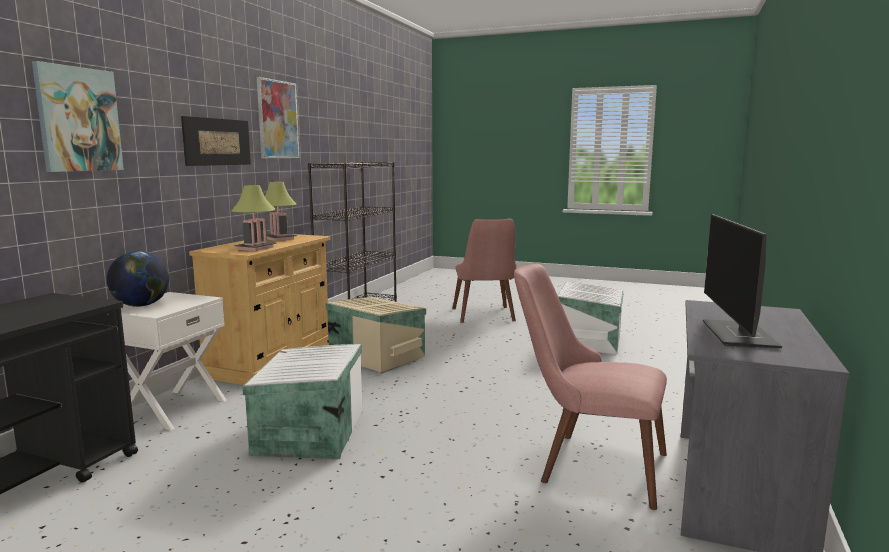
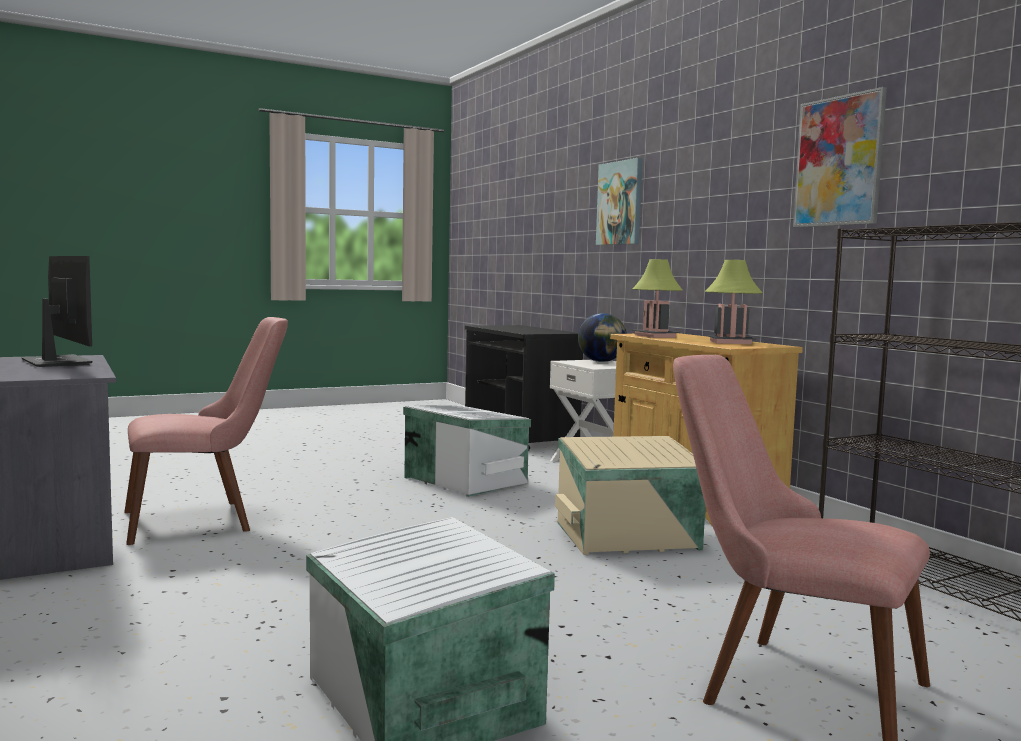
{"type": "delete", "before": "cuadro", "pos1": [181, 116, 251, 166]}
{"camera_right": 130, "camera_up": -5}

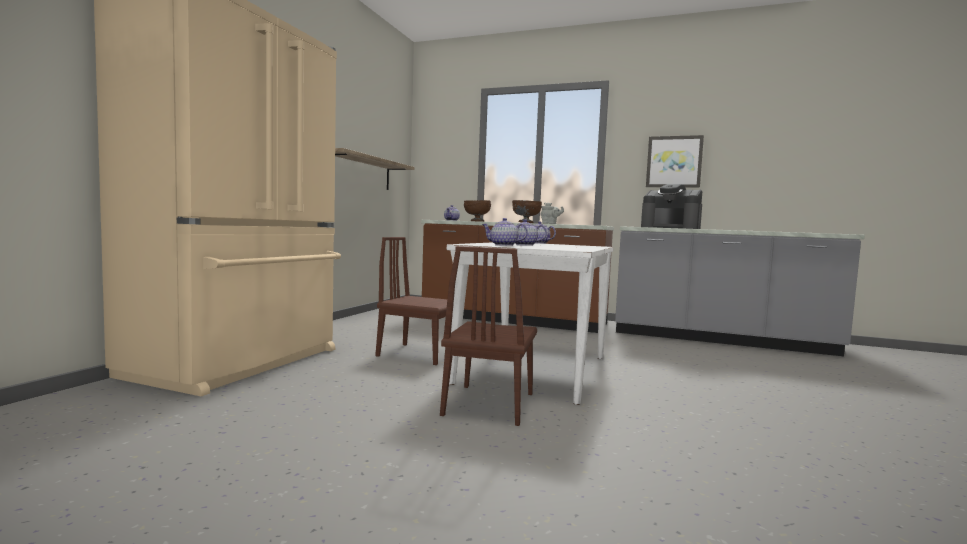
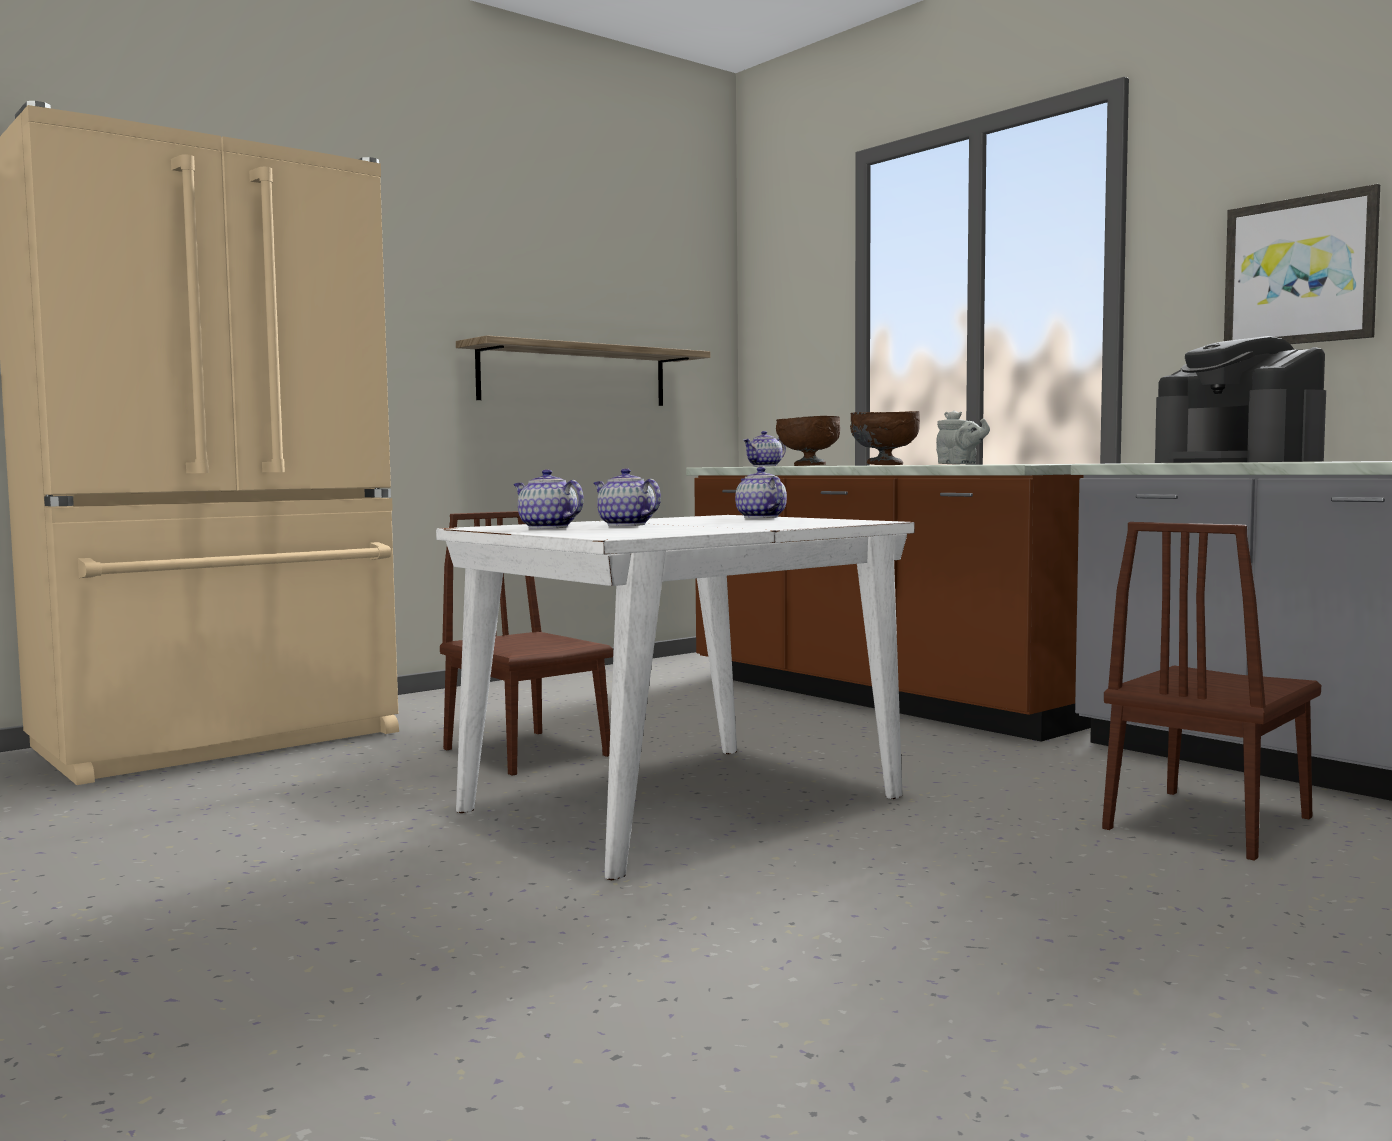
{"type": "move", "before": "silla/marrón", "pos1": [440, 246, 537, 426], "pos2": [1102, 522, 1321, 861]}
{"camera_right": 30, "camera_up": 0}

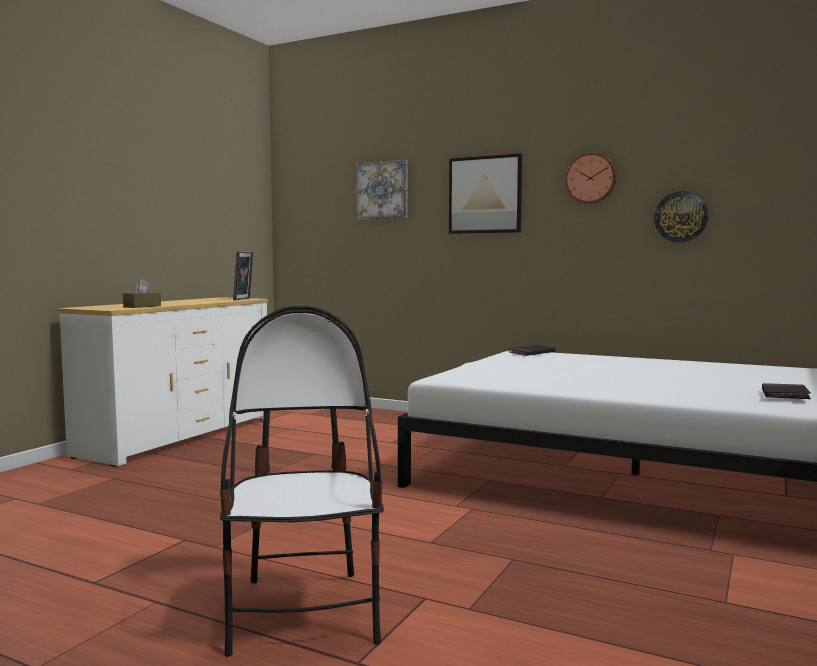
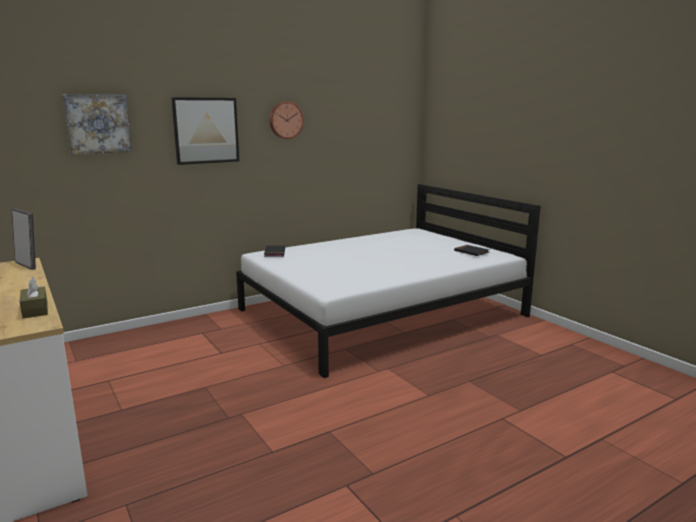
{"type": "delete", "before": "silla", "pos1": [220, 306, 384, 657]}
{"type": "delete", "before": "reloj de pared", "pos1": [654, 191, 708, 242]}
{"camera_right": -60, "camera_up": 10}

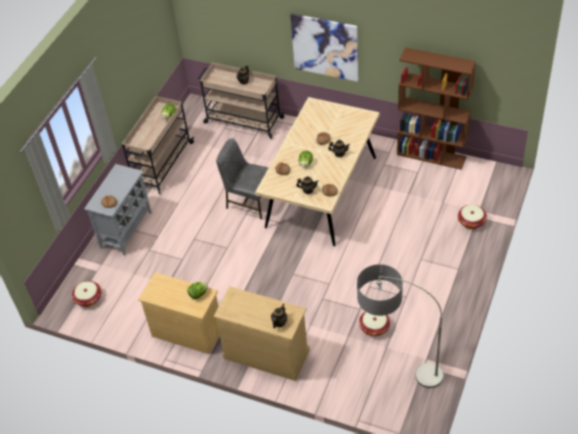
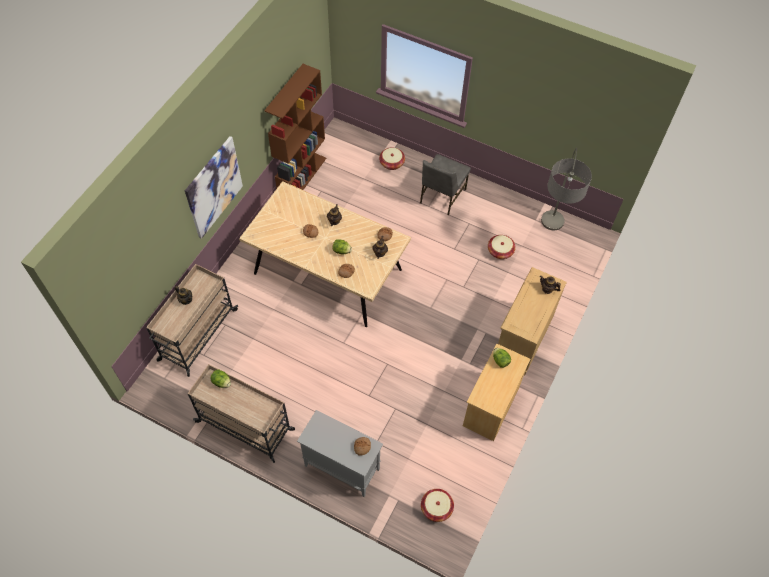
{"type": "move", "before": "silla/gris", "pos1": [216, 138, 268, 219], "pos2": [420, 154, 471, 216]}
{"camera_right": -90, "camera_up": 10}

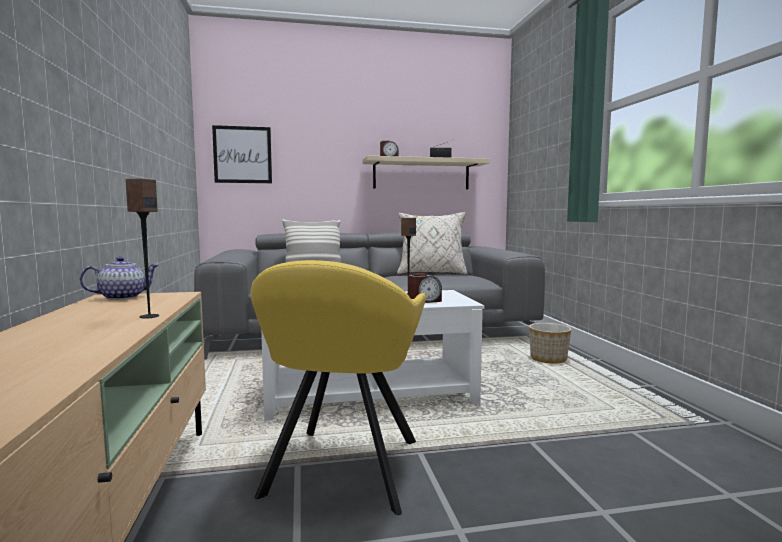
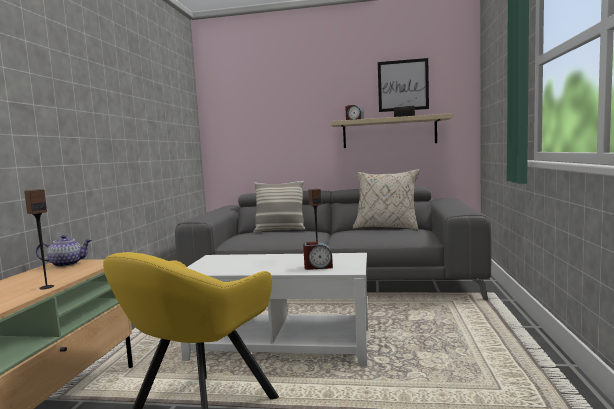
{"type": "move", "before": "cuadro", "pos1": [212, 125, 272, 183], "pos2": [378, 58, 429, 112]}
{"type": "delete", "before": "maceta", "pos1": [529, 323, 571, 364]}
{"camera_right": 20, "camera_up": 0}

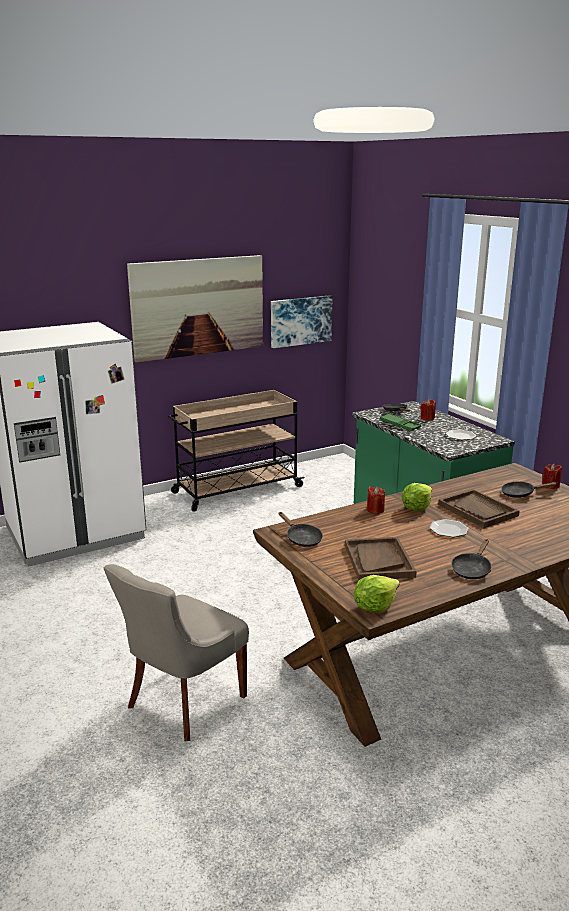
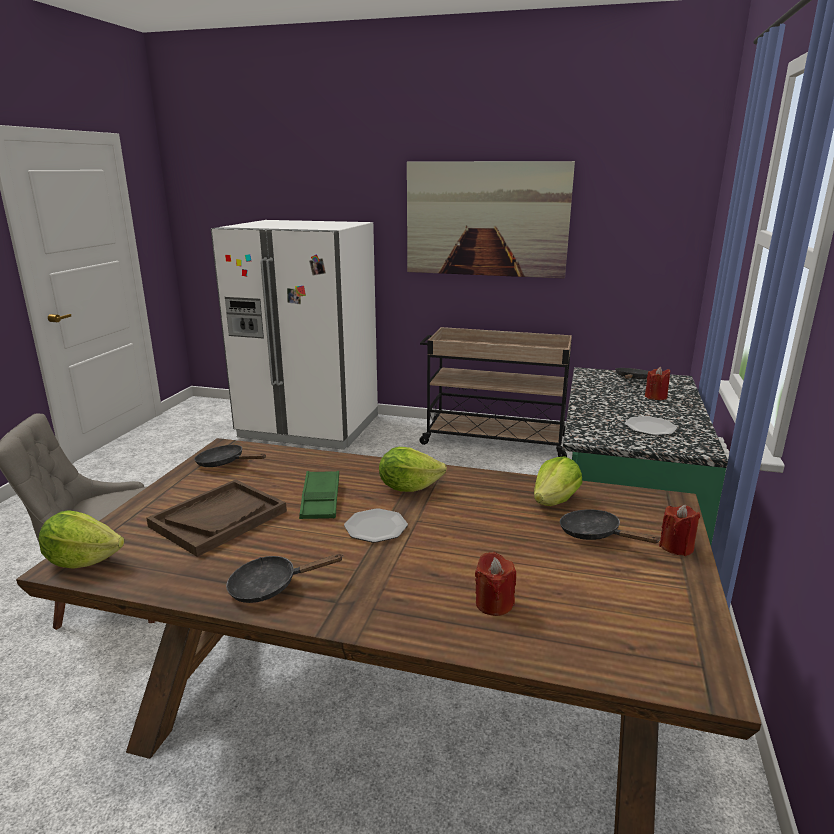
{"type": "delete", "before": "cuadro", "pos1": [271, 295, 333, 348]}
{"type": "rotate", "before": "sartén/negro", "pos1": [279, 512, 323, 547], "pos2": [194, 444, 266, 467], "turn": 105}
{"type": "move", "before": "vela/rojo", "pos1": [367, 486, 385, 514], "pos2": [475, 552, 516, 616]}
{"type": "move", "before": "bandeja/verde", "pos1": [380, 413, 421, 431], "pos2": [299, 471, 339, 519]}
{"type": "delete", "before": "bandeja/marrón", "pos1": [438, 489, 520, 528]}
{"type": "insert", "after": "lechuga", "pos2": [534, 456, 583, 506]}
{"camera_right": 45, "camera_up": 0}

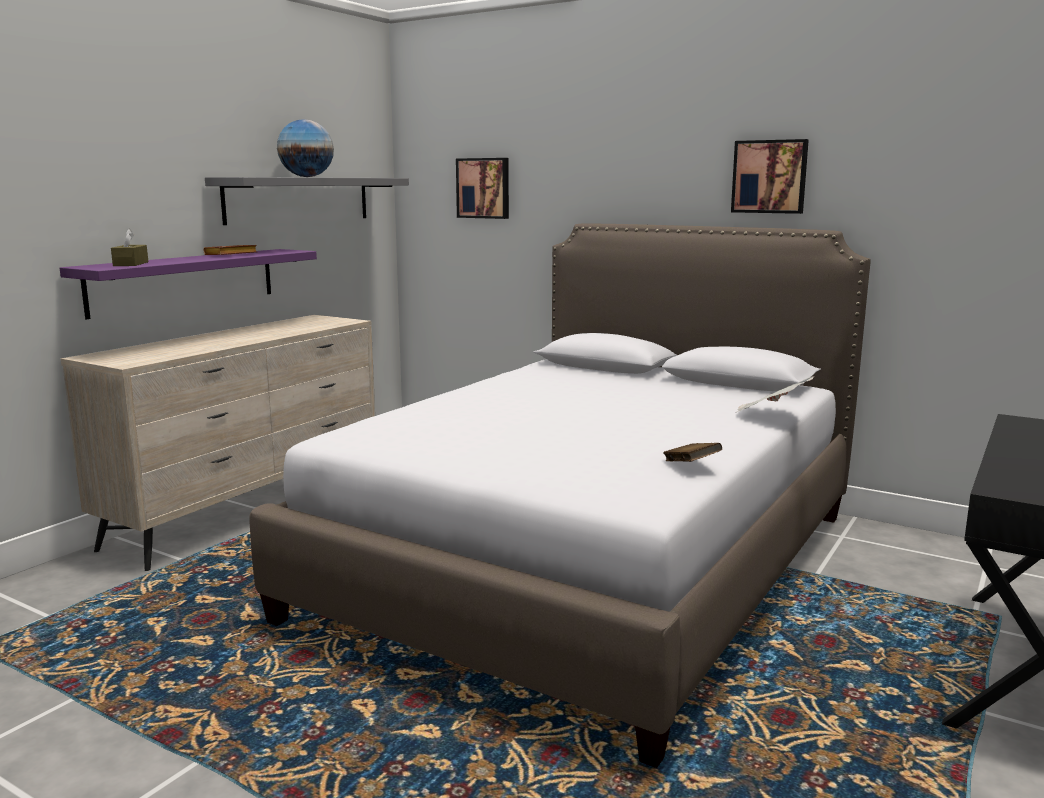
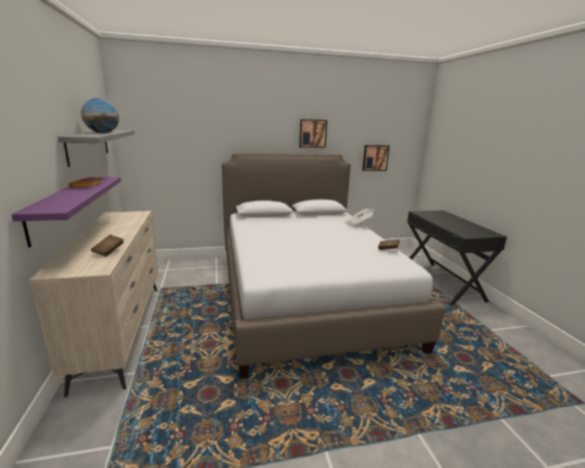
{"type": "delete", "before": "caja de pañuelos/marrón", "pos1": [111, 229, 148, 266]}
{"type": "move", "before": "cuadro", "pos1": [456, 158, 509, 219], "pos2": [362, 145, 390, 171]}
{"type": "insert", "after": "libro/marrón", "pos2": [91, 235, 124, 257]}
{"camera_right": -45, "camera_up": 5}

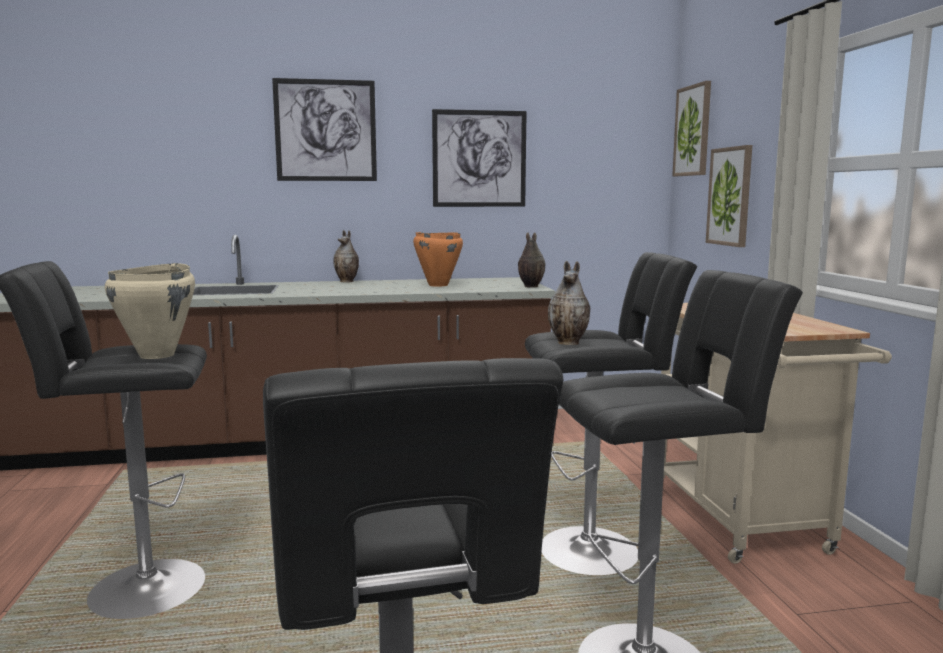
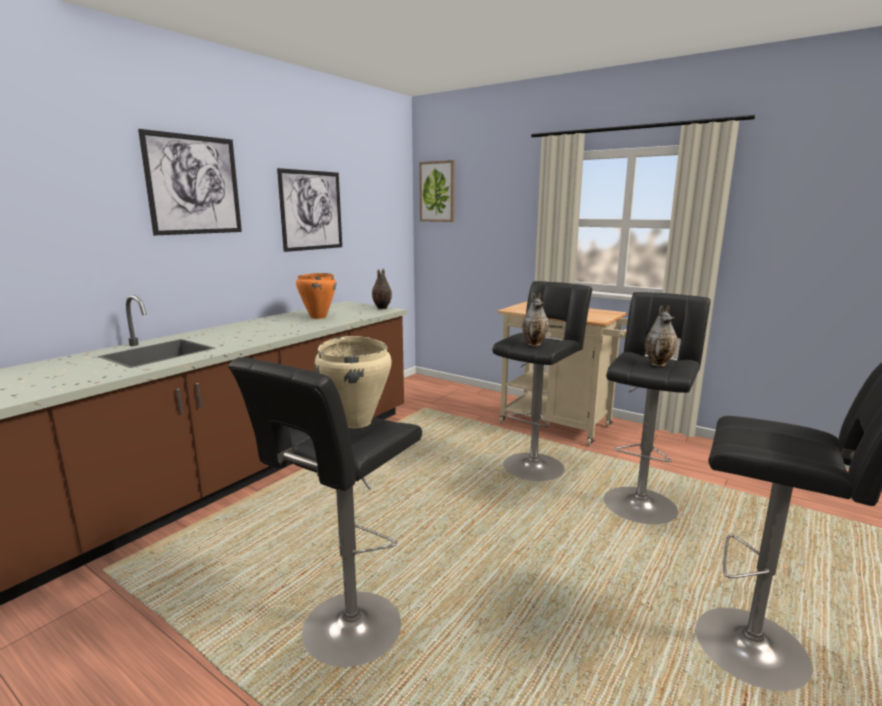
{"type": "move", "before": "florero", "pos1": [333, 230, 359, 282], "pos2": [645, 306, 677, 366]}
{"type": "delete", "before": "cuadro", "pos1": [706, 145, 752, 247]}
{"camera_right": -45, "camera_up": 5}

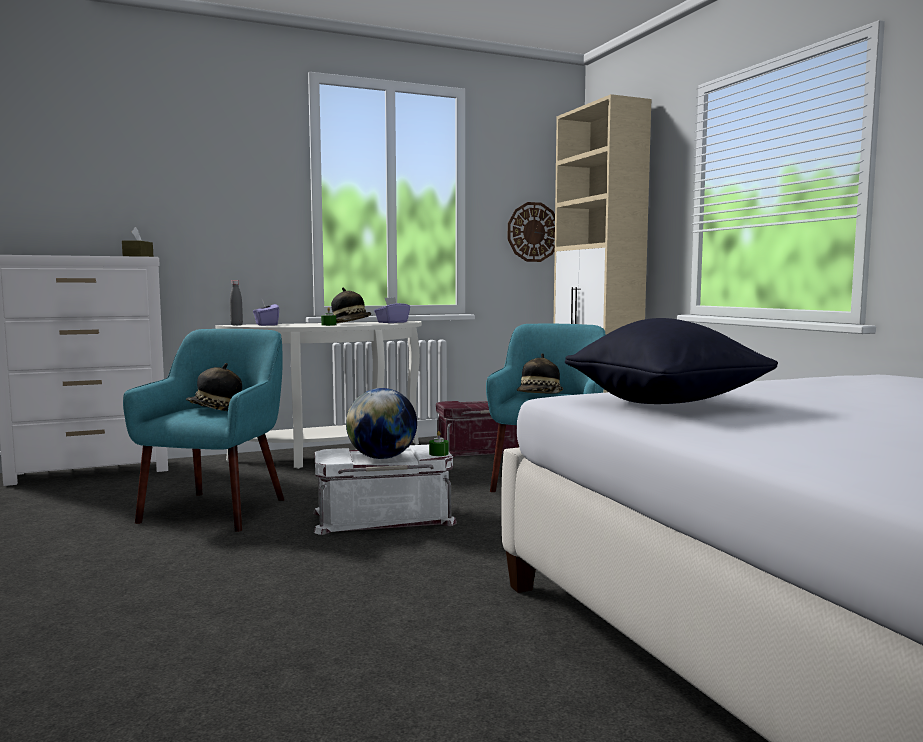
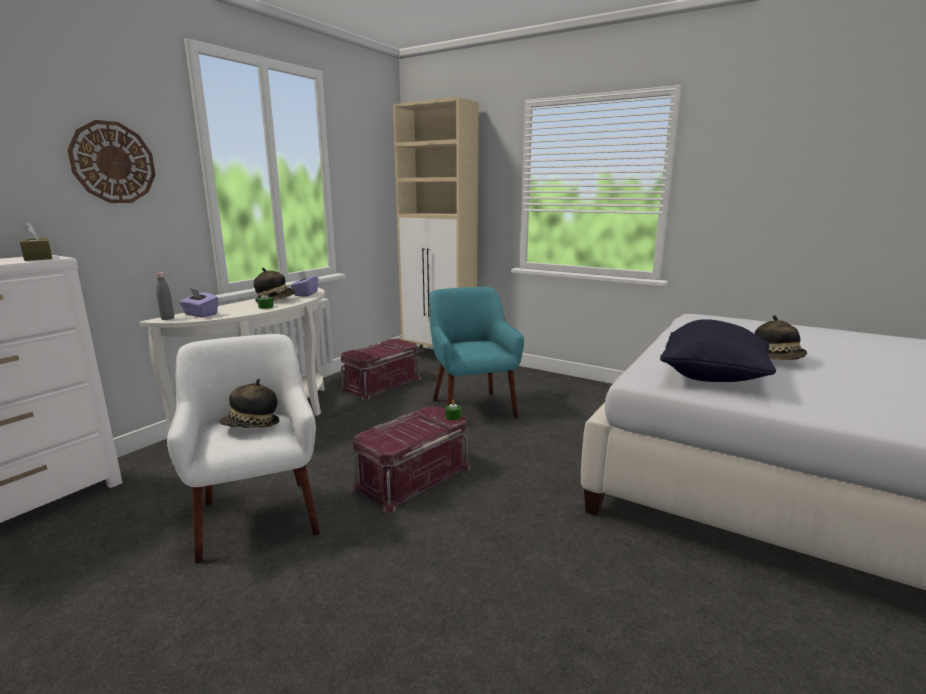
{"type": "recolor", "before": "sillón/turquesa", "after": "sillón/blanco", "pos1": [123, 329, 285, 532], "pos2": [167, 334, 320, 564]}
{"type": "recolor", "before": "caja de almacenaje/blanco", "after": "caja de almacenaje/rojo", "pos1": [313, 445, 457, 535], "pos2": [351, 406, 471, 512]}
{"type": "delete", "before": "globo terráqueo", "pos1": [346, 388, 417, 459]}
{"type": "move", "before": "reloj de pared", "pos1": [508, 202, 555, 262], "pos2": [67, 120, 156, 203]}
{"type": "move", "before": "sombrero", "pos1": [517, 353, 563, 393], "pos2": [754, 315, 807, 360]}
{"camera_right": -35, "camera_up": 10}

